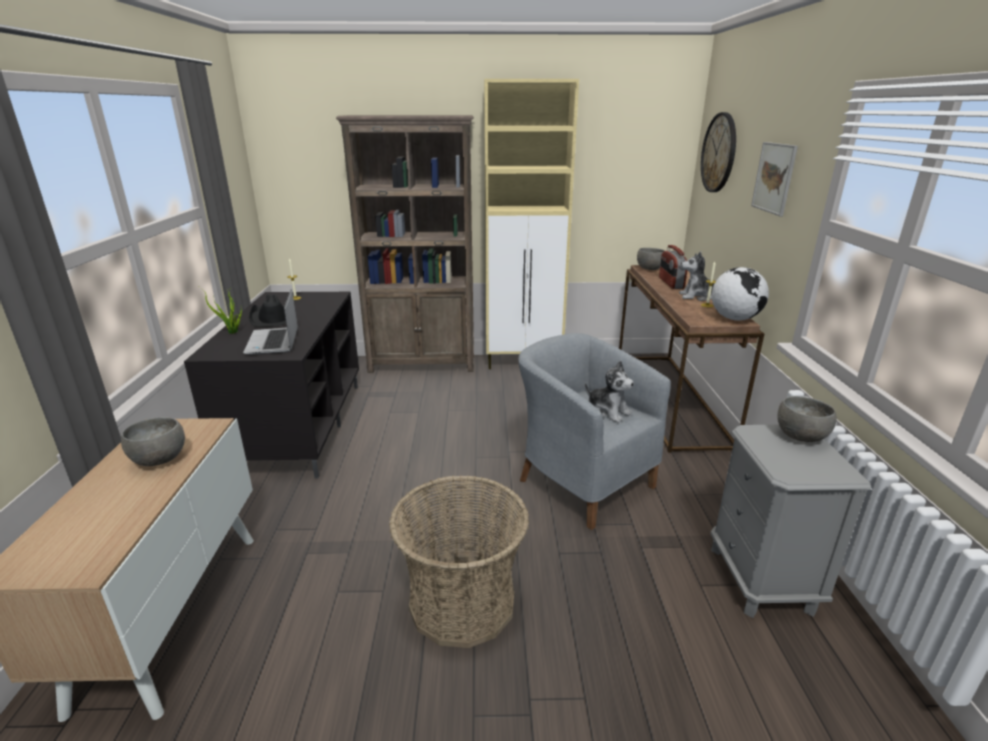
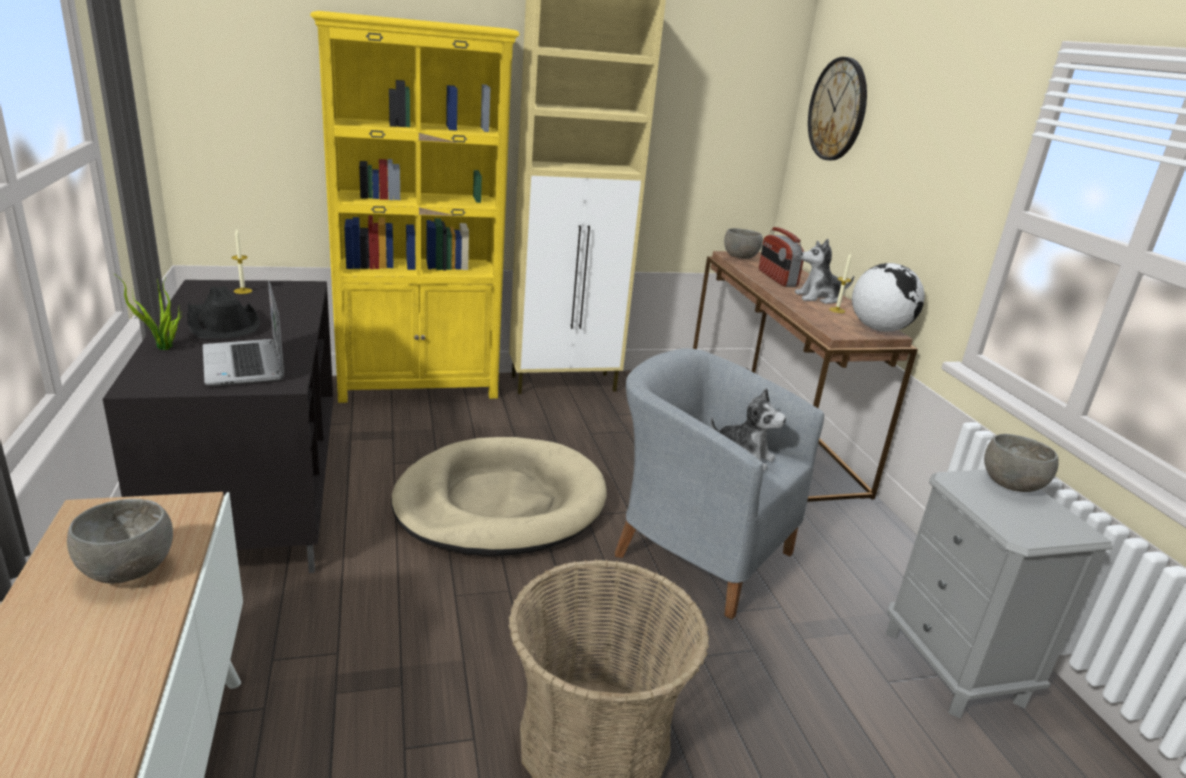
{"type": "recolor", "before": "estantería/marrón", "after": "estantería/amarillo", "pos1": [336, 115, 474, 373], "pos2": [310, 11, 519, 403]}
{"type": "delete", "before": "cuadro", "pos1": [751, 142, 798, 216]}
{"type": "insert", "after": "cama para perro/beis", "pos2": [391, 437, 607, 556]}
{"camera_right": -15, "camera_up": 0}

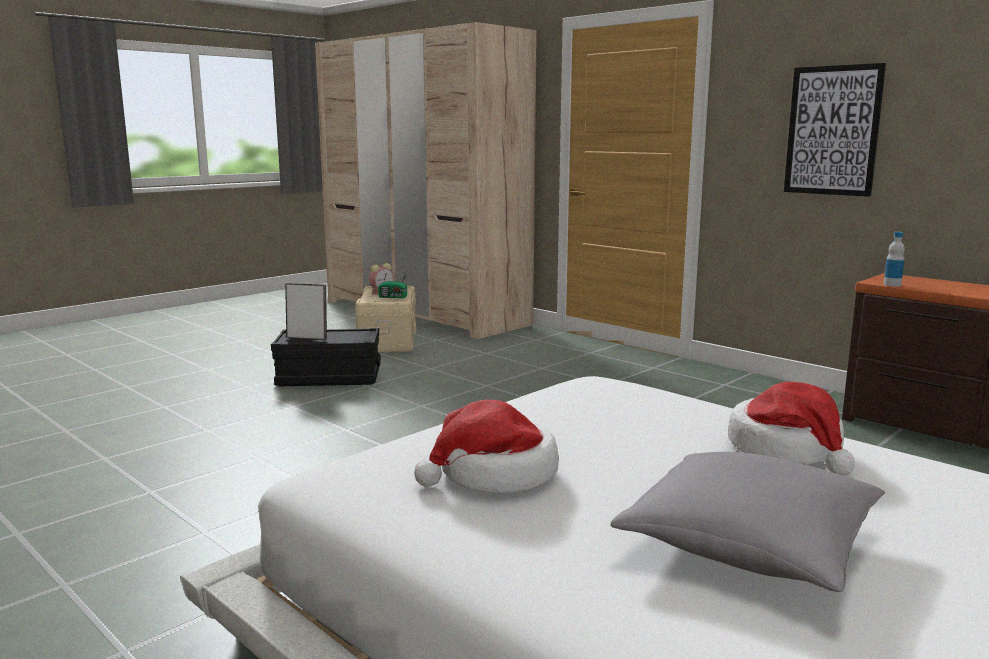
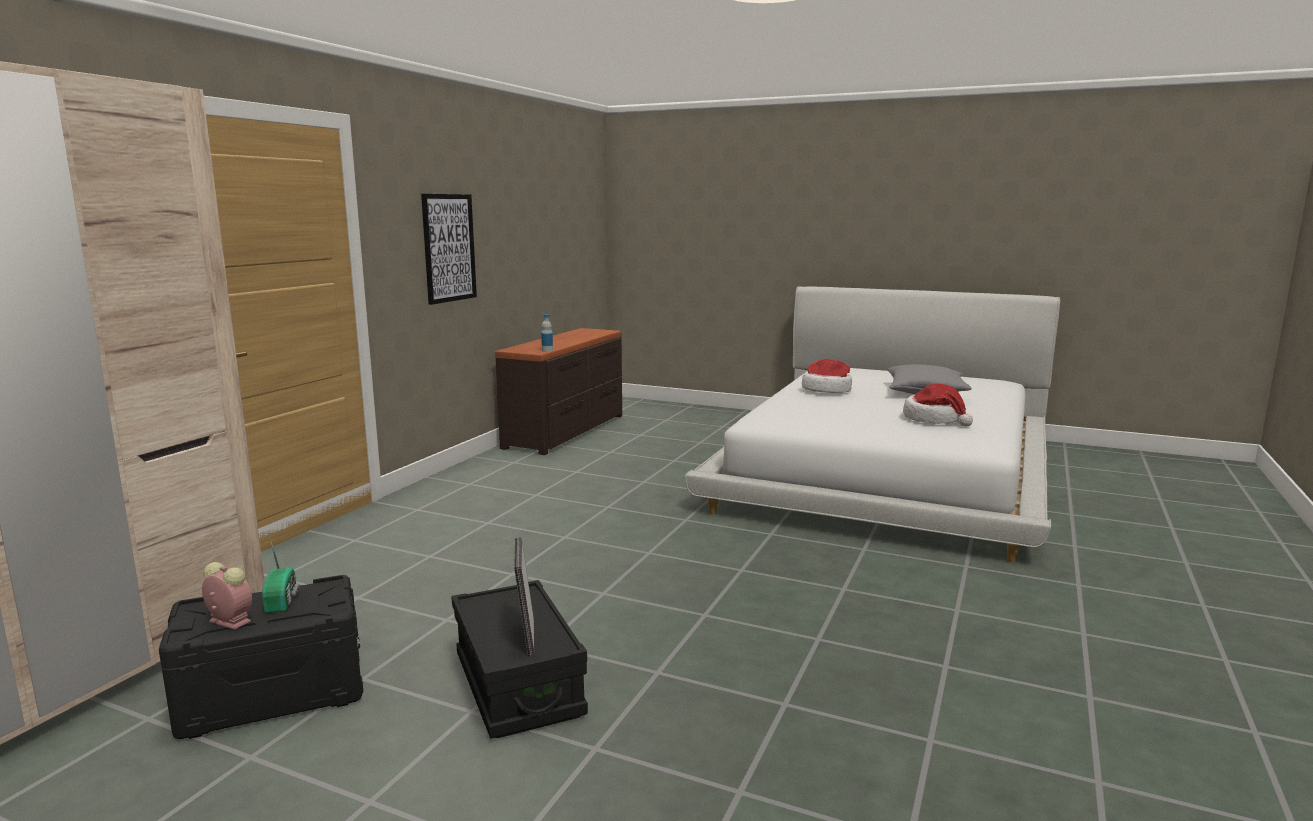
{"type": "recolor", "before": "caja de almacenaje/beis", "after": "caja de almacenaje/negro", "pos1": [355, 286, 416, 352], "pos2": [159, 575, 363, 739]}
{"camera_right": -110, "camera_up": 0}

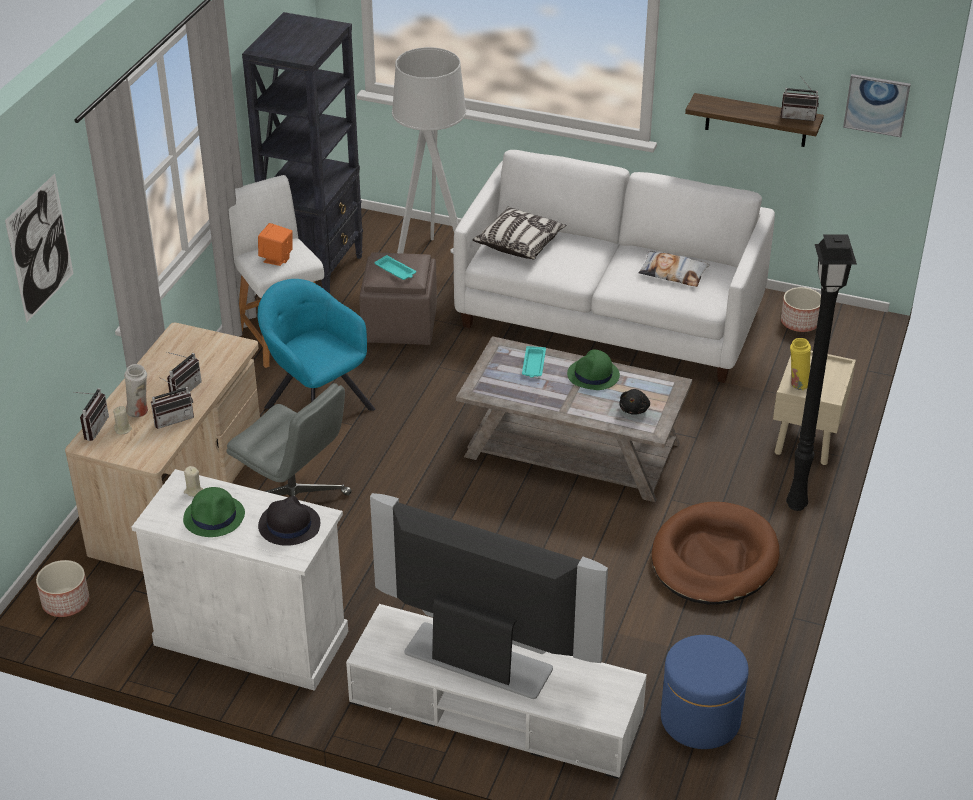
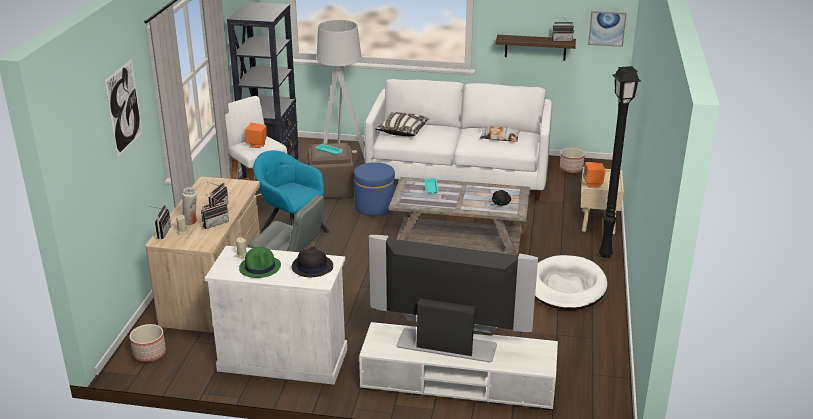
{"type": "delete", "before": "sombrero/verde", "pos1": [567, 350, 620, 390]}
{"type": "recolor", "before": "cama para perro/marrón", "after": "cama para perro/blanco", "pos1": [652, 502, 779, 604], "pos2": [535, 255, 607, 310]}
{"type": "move", "before": "puf/azul", "pos1": [661, 635, 749, 749], "pos2": [354, 162, 395, 216]}
{"type": "replace", "before": "florero/amarillo", "after": "altavoz/naranja", "pos1": [790, 338, 811, 390], "pos2": [583, 162, 606, 188]}
{"camera_right": -10, "camera_up": -10}

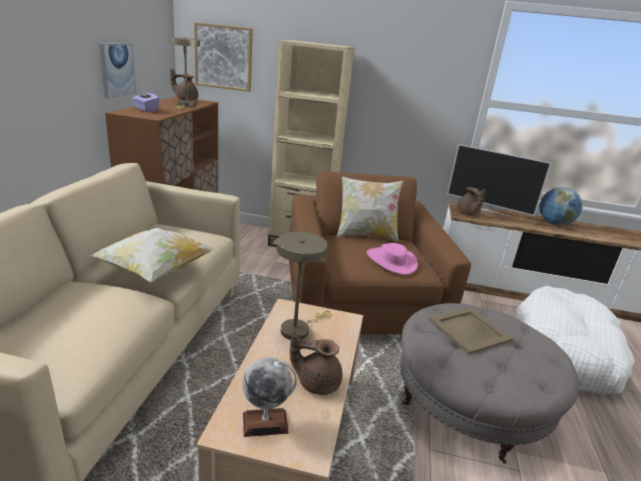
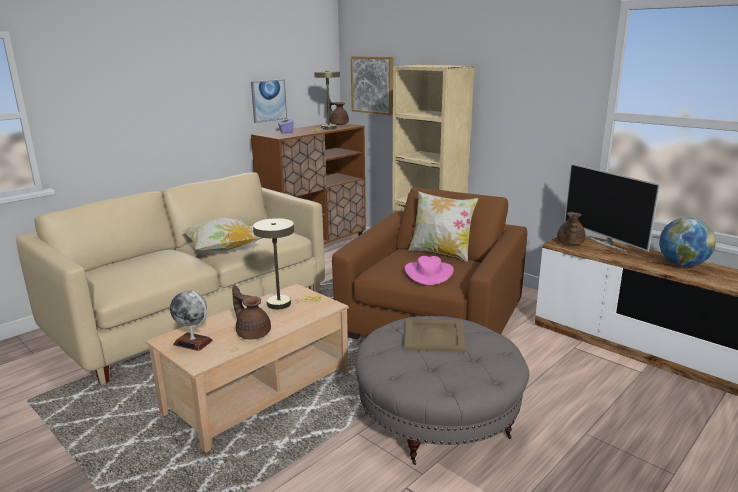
{"type": "delete", "before": "cama para perro/blanco", "pos1": [514, 286, 635, 394]}
{"camera_right": 35, "camera_up": -5}

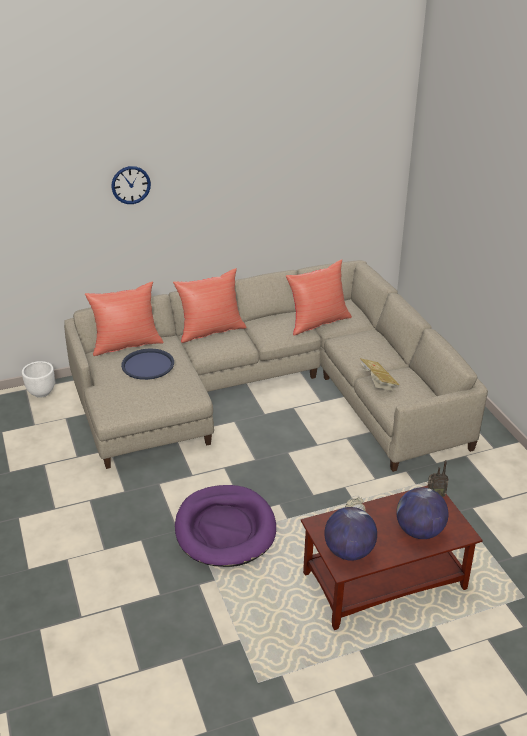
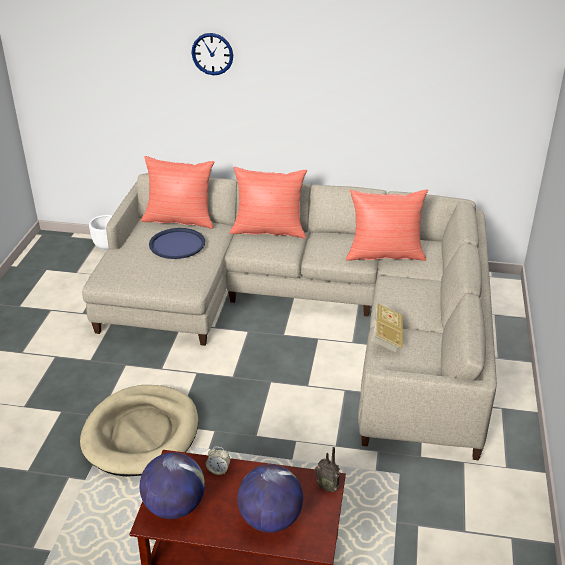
{"type": "recolor", "before": "cama para perro/morado", "after": "cama para perro/beis", "pos1": [175, 485, 276, 567], "pos2": [80, 385, 198, 477]}
{"camera_right": 30, "camera_up": 0}

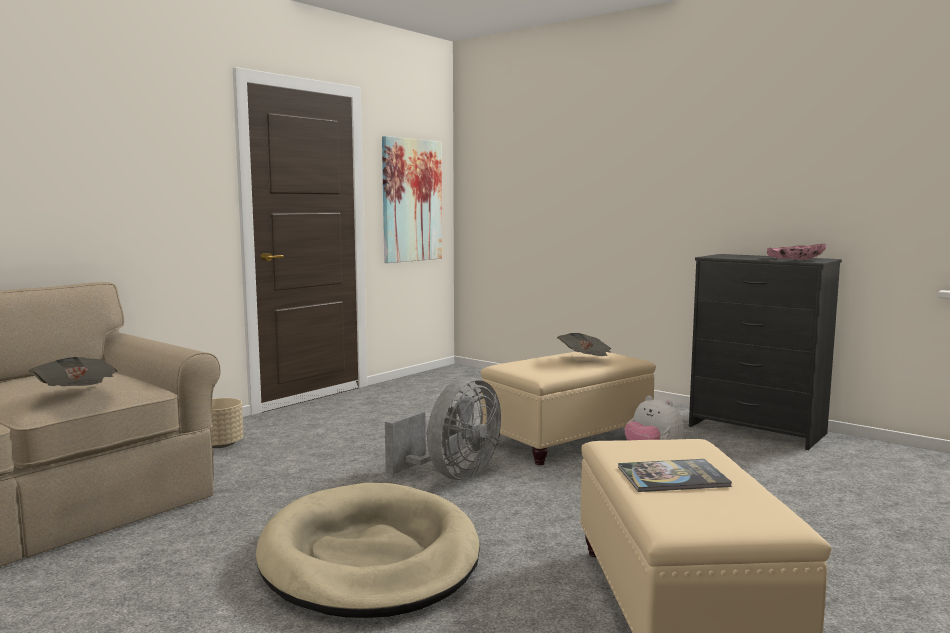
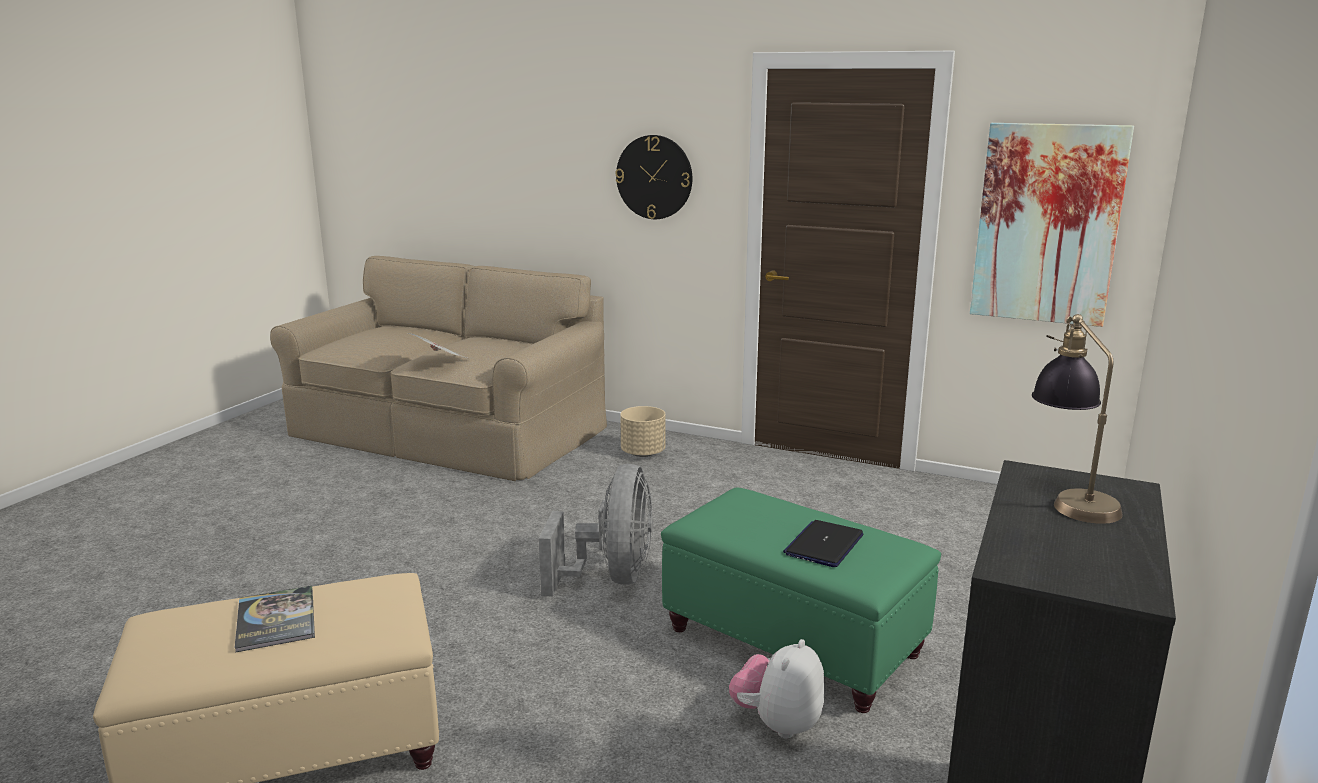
{"type": "delete", "before": "cama para perro/beis", "pos1": [256, 483, 480, 618]}
{"type": "rotate", "before": "ventilador/gris", "pos1": [385, 377, 501, 480], "pos2": [538, 464, 653, 597], "turn": -105}
{"type": "recolor", "before": "puf/beis", "after": "puf/verde", "pos1": [480, 352, 656, 465], "pos2": [661, 488, 941, 713]}
{"type": "replace", "before": "periódico", "after": "portátil", "pos1": [557, 333, 611, 356], "pos2": [783, 520, 864, 567]}
{"type": "delete", "before": "cuenco/rosa", "pos1": [767, 244, 826, 260]}
{"type": "insert", "after": "reloj de pared", "pos2": [615, 135, 692, 219]}
{"type": "insert", "after": "lámpara de mesa", "pos2": [1032, 314, 1122, 524]}
{"camera_right": 75, "camera_up": 10}

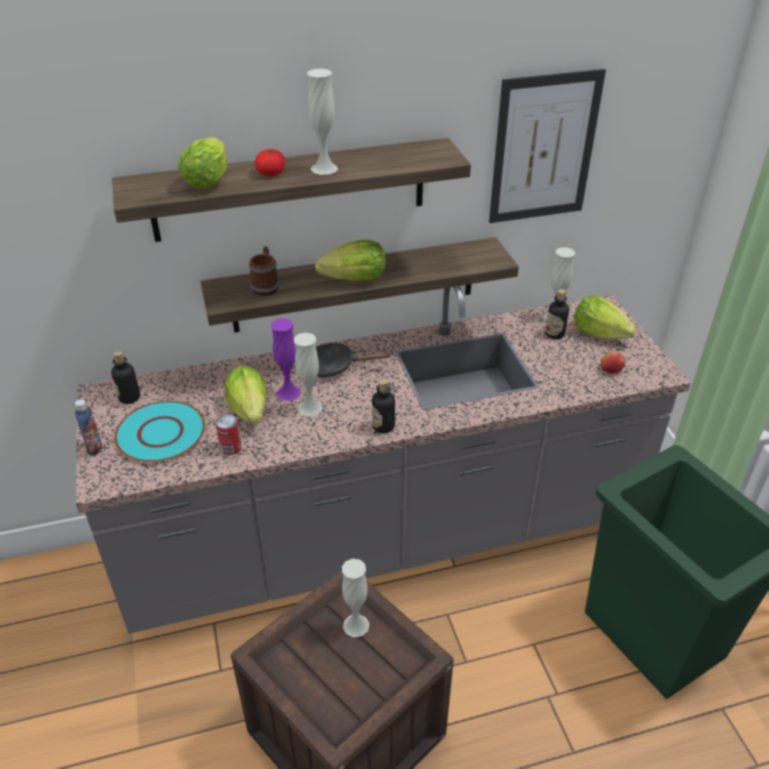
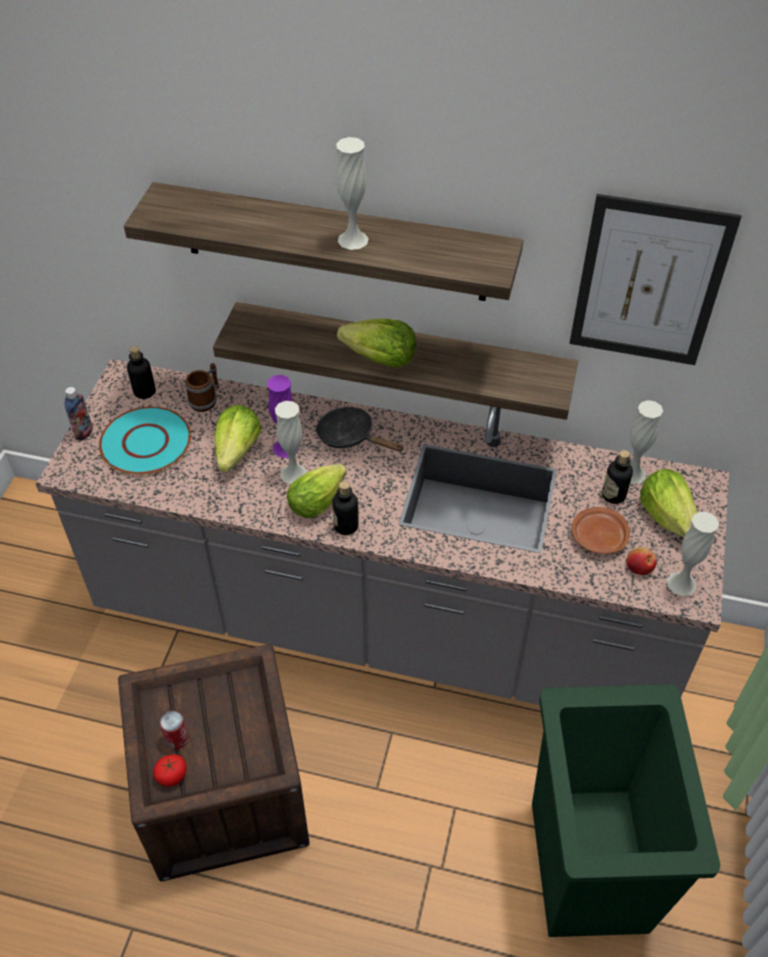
{"type": "move", "before": "lechuga", "pos1": [178, 137, 227, 189], "pos2": [287, 464, 347, 518]}
{"type": "move", "before": "lata", "pos1": [216, 415, 242, 455], "pos2": [160, 711, 189, 749]}
{"type": "move", "before": "taza grande", "pos1": [249, 246, 279, 296], "pos2": [185, 363, 219, 412]}
{"type": "move", "before": "tomate", "pos1": [255, 149, 285, 176], "pos2": [153, 755, 186, 787]}
{"type": "move", "before": "florero/blanco", "pos1": [342, 559, 369, 637], "pos2": [667, 512, 719, 596]}
{"type": "insert", "after": "plato/marrón", "pos2": [571, 507, 630, 554]}
{"camera_right": 30, "camera_up": 10}

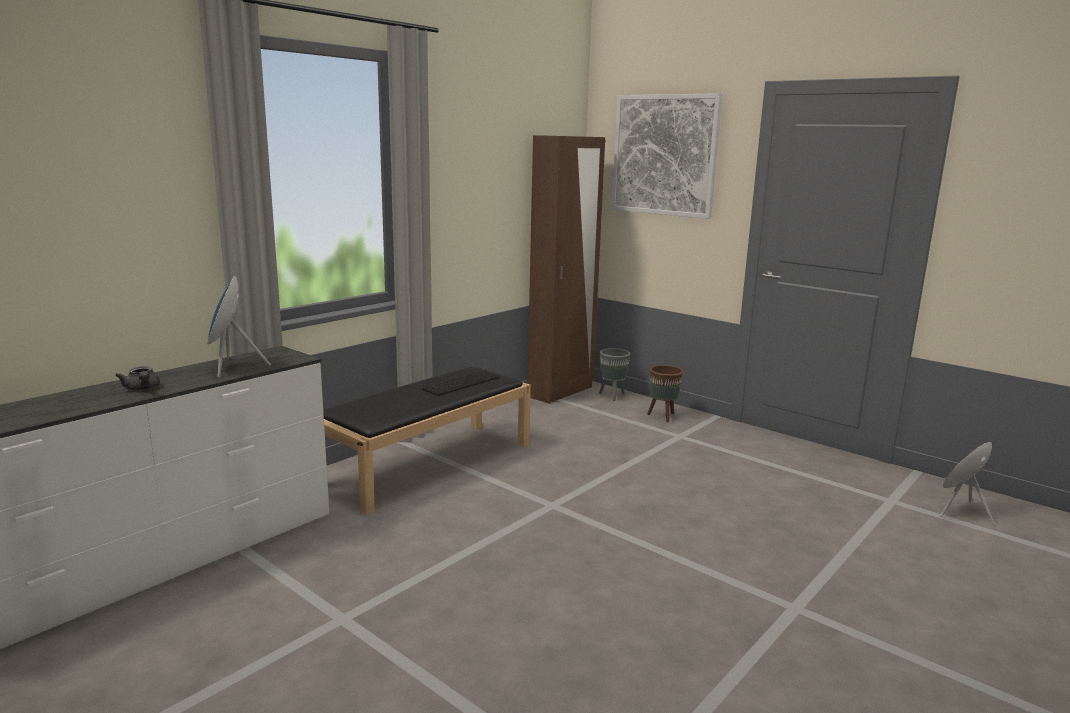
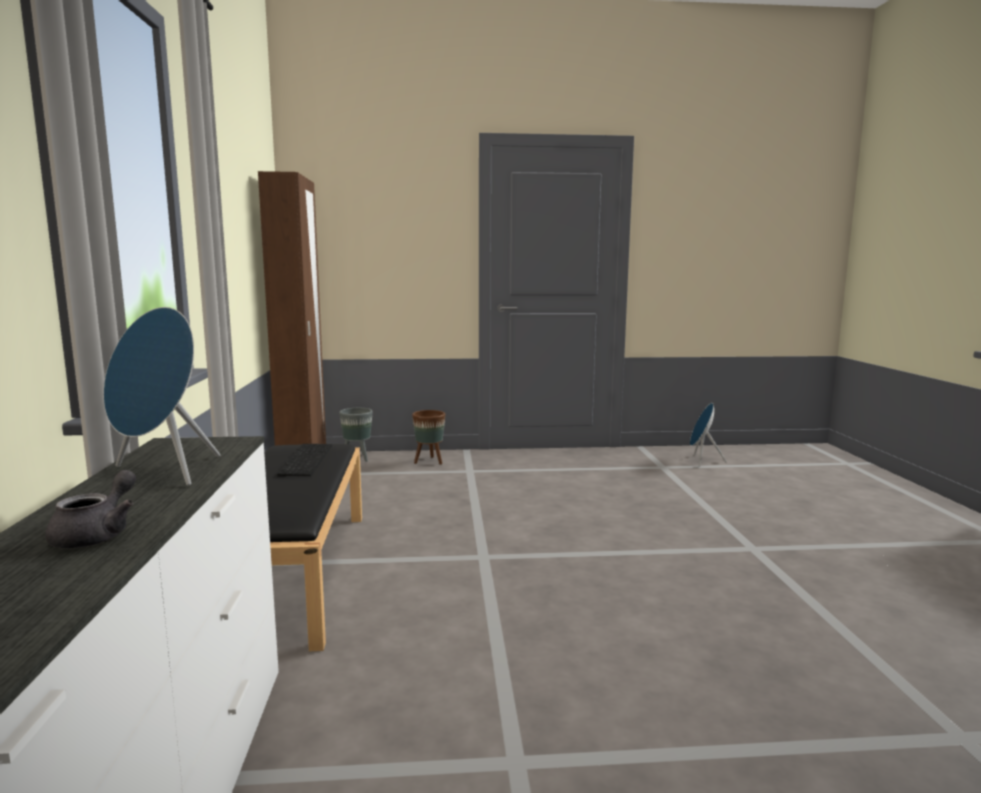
{"type": "rotate", "before": "tetera/gris", "pos1": [115, 366, 160, 391], "pos2": [45, 470, 136, 548], "turn": -90}
{"type": "delete", "before": "cuadro", "pos1": [611, 93, 722, 219]}
{"camera_right": -45, "camera_up": -5}

